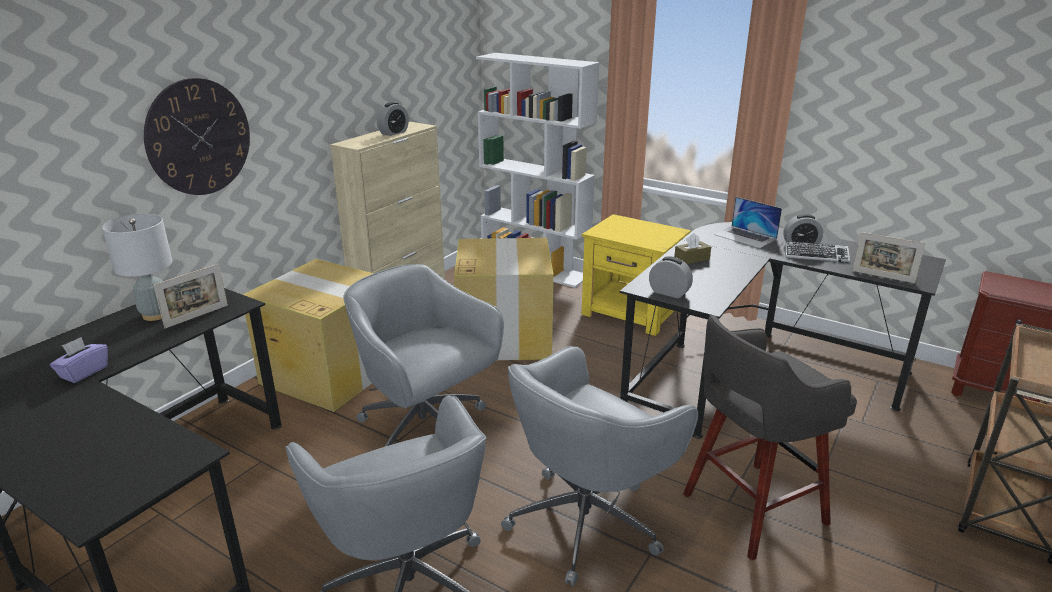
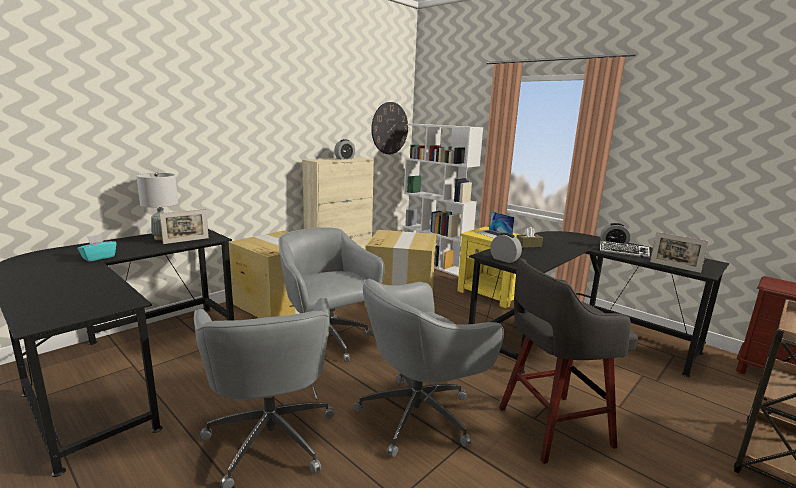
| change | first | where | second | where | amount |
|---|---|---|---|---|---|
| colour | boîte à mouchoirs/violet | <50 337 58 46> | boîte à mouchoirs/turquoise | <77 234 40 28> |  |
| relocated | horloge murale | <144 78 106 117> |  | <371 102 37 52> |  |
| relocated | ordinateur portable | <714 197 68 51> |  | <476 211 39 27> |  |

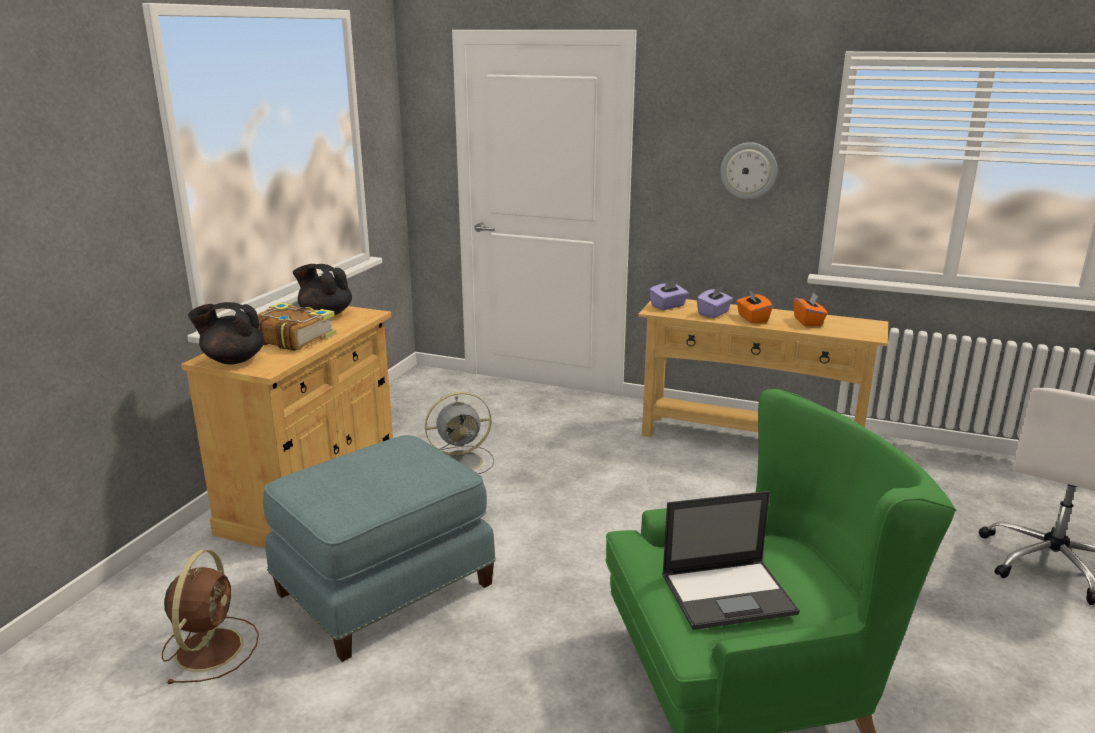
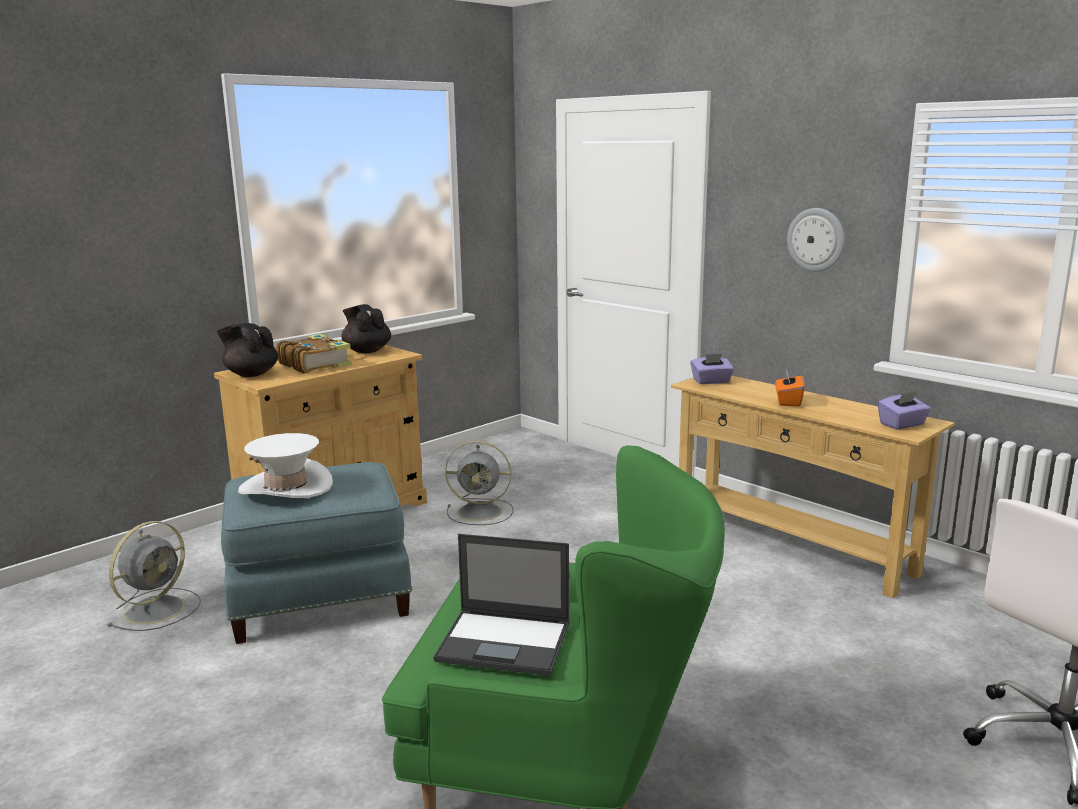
| change | first | where | second | where | amount |
|---|---|---|---|---|---|
| colour | ventilateur/marron | <162 550 97 134> | ventilateur/gris | <107 521 94 110> |  |
| relocated | boîte à mouchoirs/violet | <697 286 36 32> |  | <878 391 53 39> |  |
| missing | boîte à mouchoirs/orange | <793 292 34 34> |  |  |  |
| appeared |  |  | chapeau/blanc | <238 433 95 65> |  |

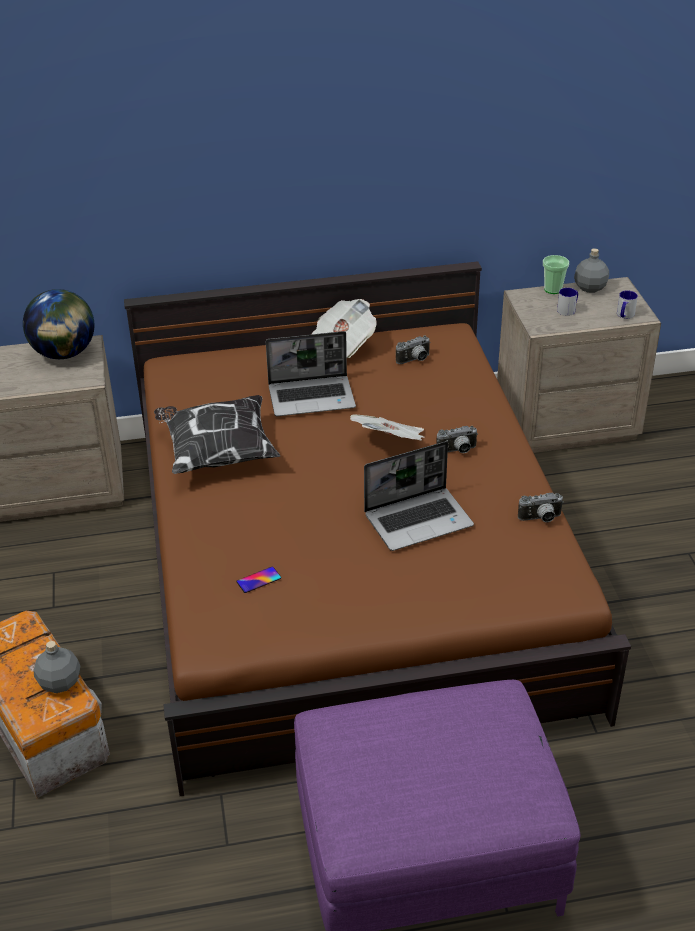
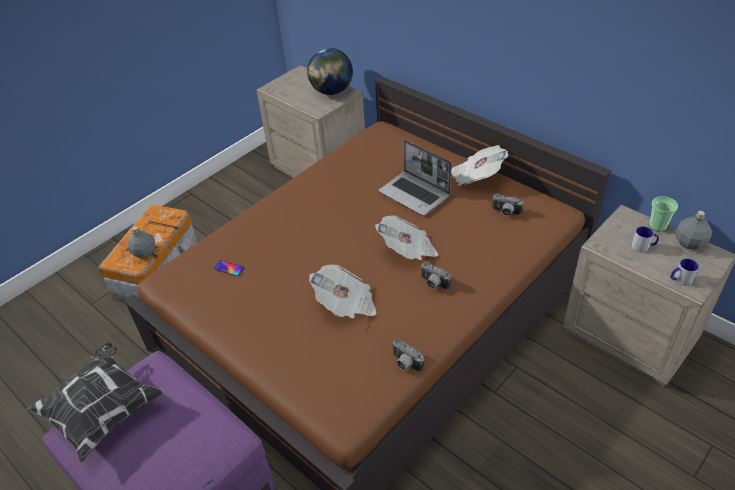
| change | first | where | second | where | amount |
|---|---|---|---|---|---|
| relocated | coussin | <154 395 126 79> |  | <27 343 136 120> |  |
| exchanged | ordinateur portable | <364 441 110 110> | journal | <309 264 67 54> |  |

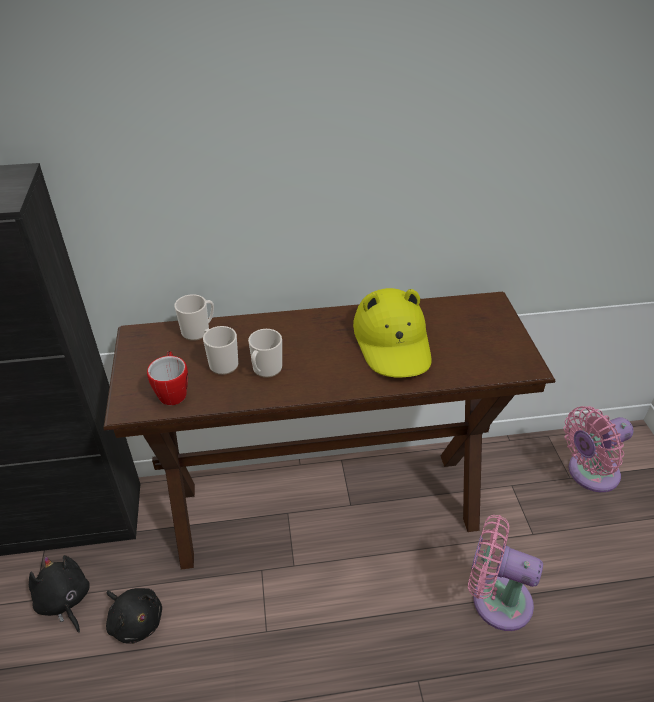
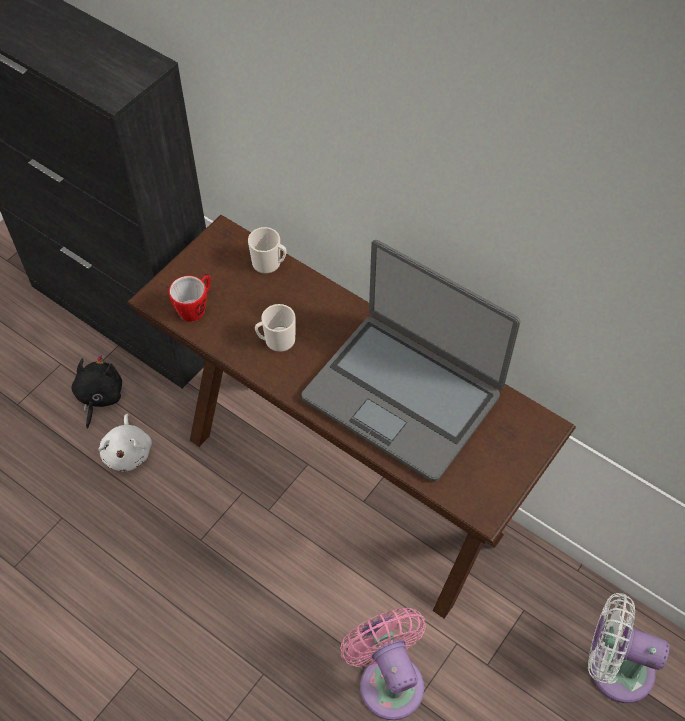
| change | first | where | second | where | amount |
|---|---|---|---|---|---|
| colour | peluche/noir | <106 588 56 56> | peluche/blanc | <98 414 54 58> |  |
| missing | mug | <203 326 35 49> |  |  |  |
| exchanged | chapeau/jaune | <353 288 79 89> | ordinateur portable | <302 240 218 242> |  |
| colour | ventilateur/rose | <564 406 70 86> | ventilateur/blanc | <588 593 82 110> |  |

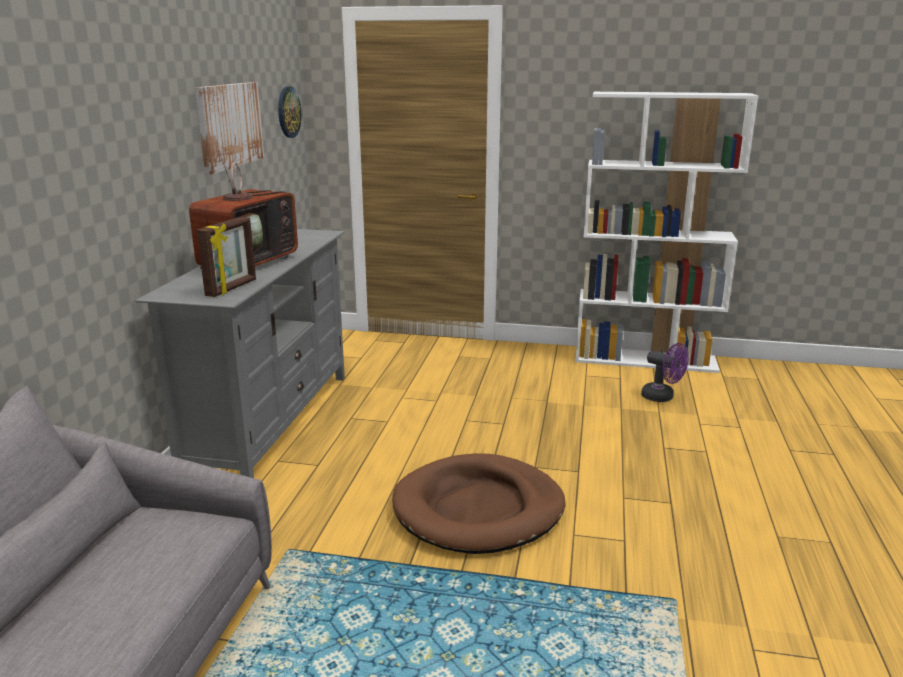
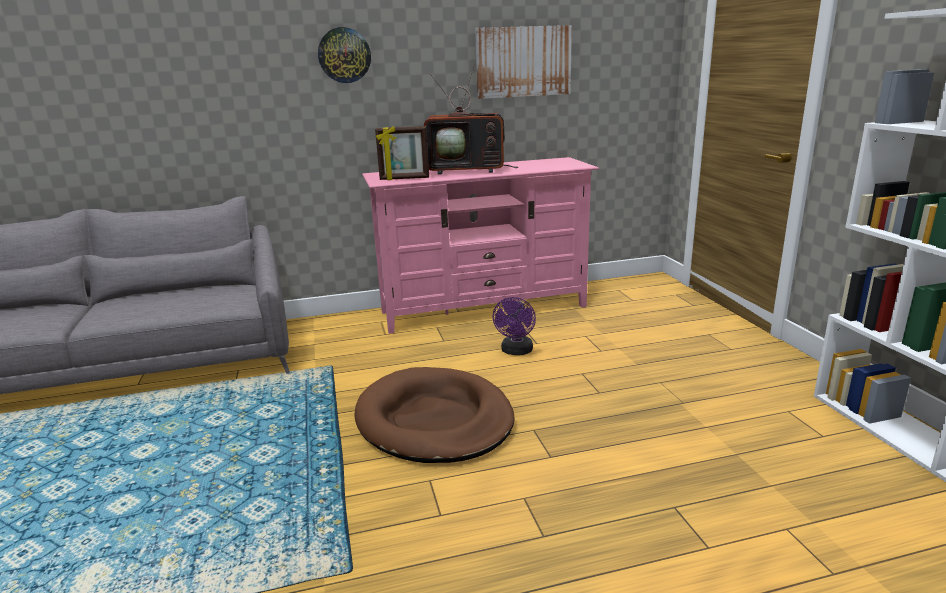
| change | first | where | second | where | amount |
|---|---|---|---|---|---|
| colour | meuble télé/gris | <135 229 210 249> | meuble télé/rose | <362 157 237 177> |  |
| relocated | horloge murale | <278 86 23 52> |  | <318 27 53 56> |  |
| relocated | ventilateur/violet | <641 343 48 59> |  | <493 297 43 58> |  |

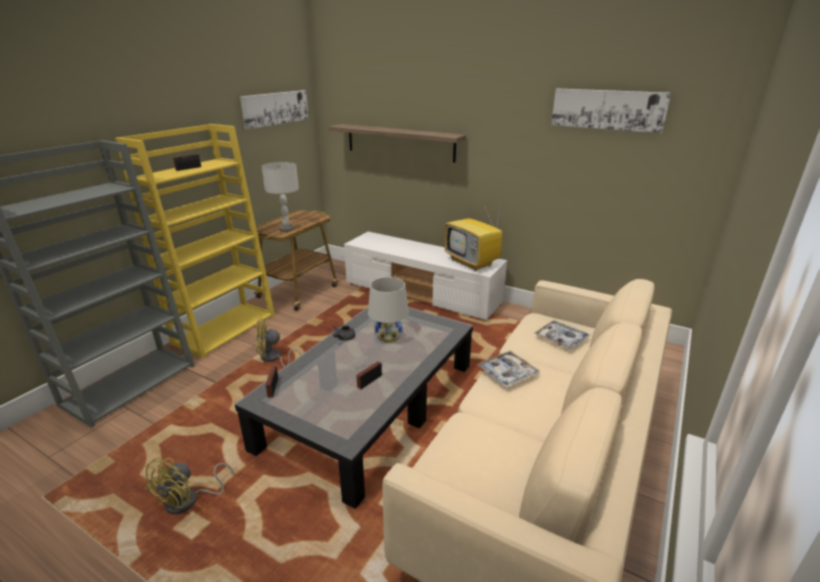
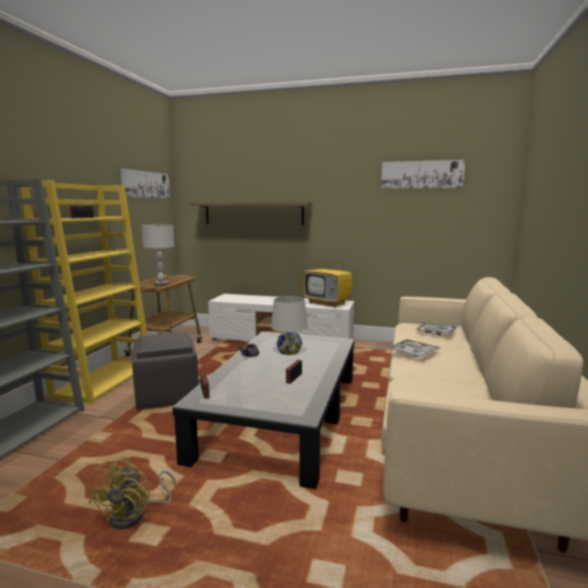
| change | first | where | second | where | amount |
|---|---|---|---|---|---|
| exchanged | ventilateur/jaune | <256 319 45 48> | pouf/gris | <132 332 67 78> |  |

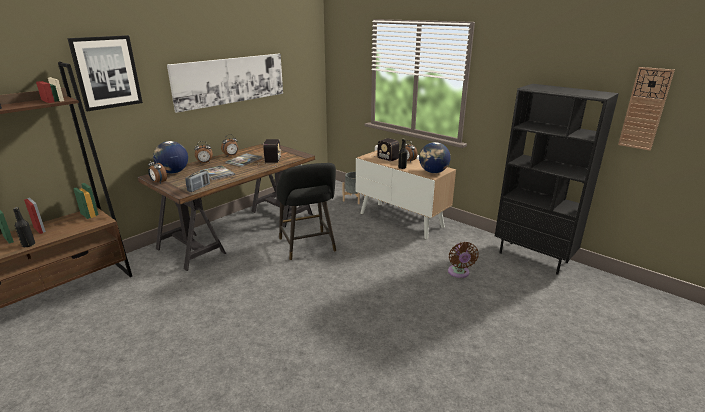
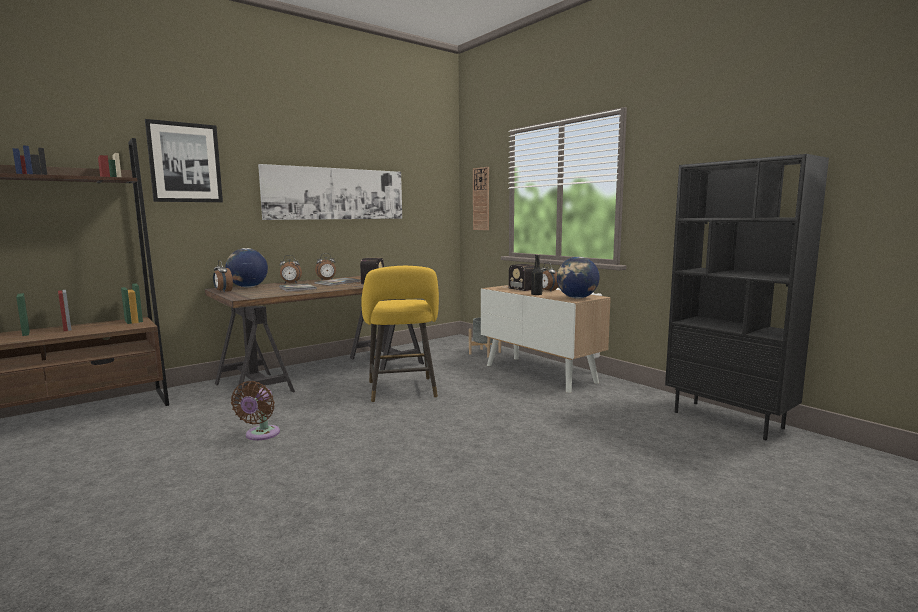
| change | first | where | second | where | amount |
|---|---|---|---|---|---|
| missing | bouteille/noir | <13 207 22 40> |  |  |  |
| missing | radio | <185 170 25 22> |  |  |  |
| colour | tabouret/noir | <277 163 59 97> | tabouret/jaune | <361 266 78 137> |  |
| relocated | ventilateur/marron | <448 242 31 36> |  | <231 381 49 60> |  |
| relocated | horloge murale | <618 67 57 84> |  | <473 167 16 63> |  |

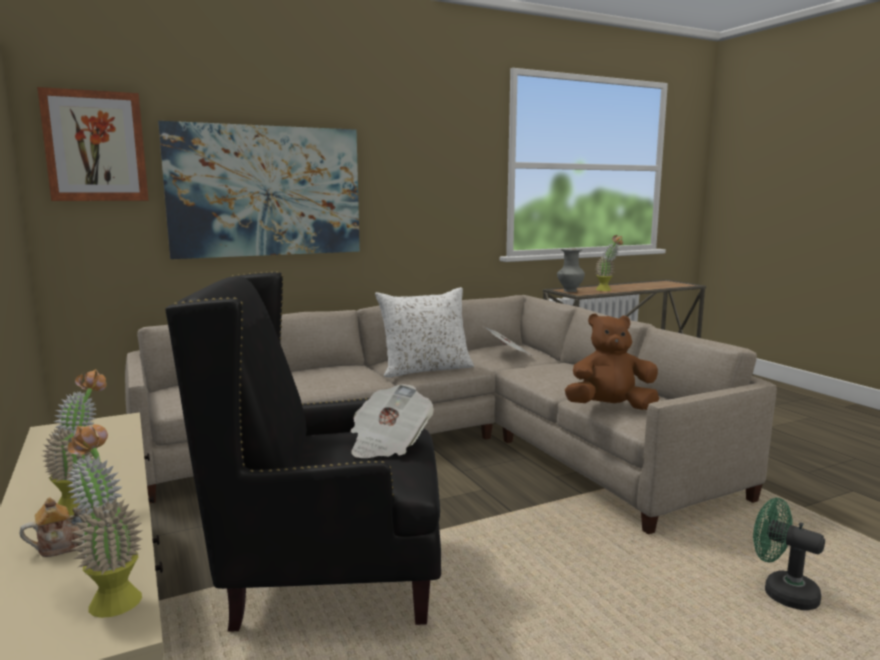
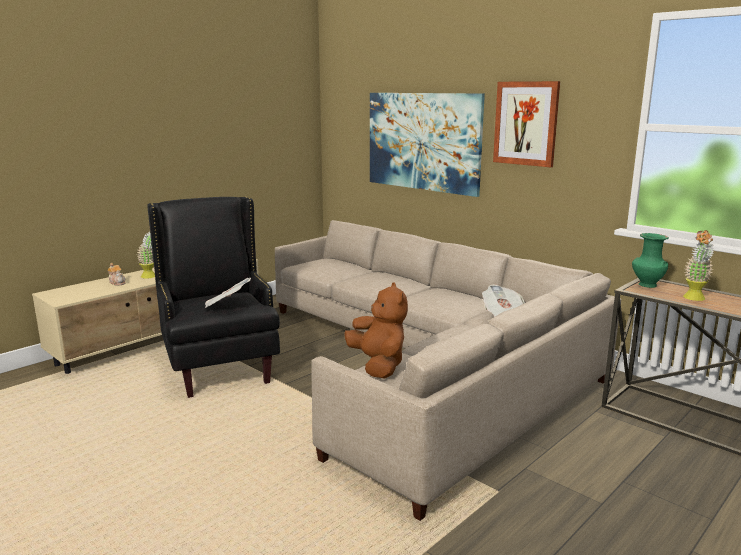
| change | first | where | second | where | amount |
|---|---|---|---|---|---|
| relocated | tableau | <37 87 112 114> |  | <493 81 67 86> |  |
| missing | plante en pot | <66 424 77 194> |  |  |  |
| missing | coussin/blanc | <375 287 99 90> |  |  |  |
| colour | vase/gris | <557 249 28 43> | vase/vert | <632 233 37 55> |  |
| missing | ventilateur/vert | <753 498 72 112> |  |  |  |

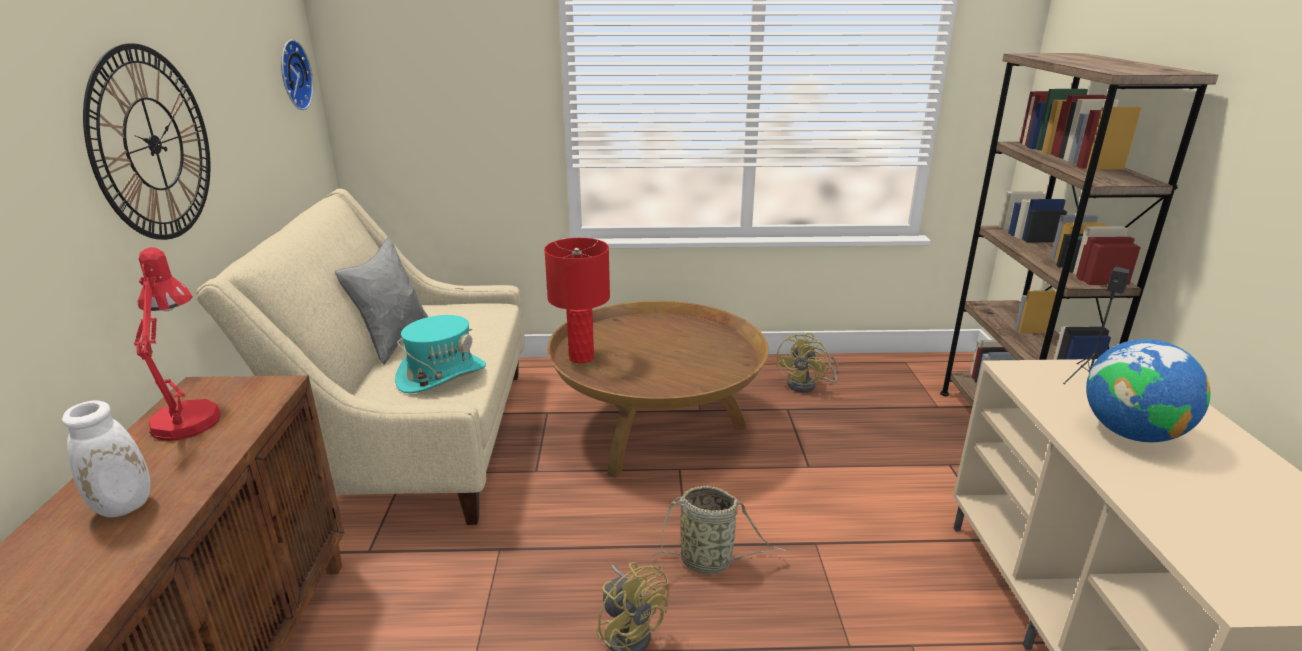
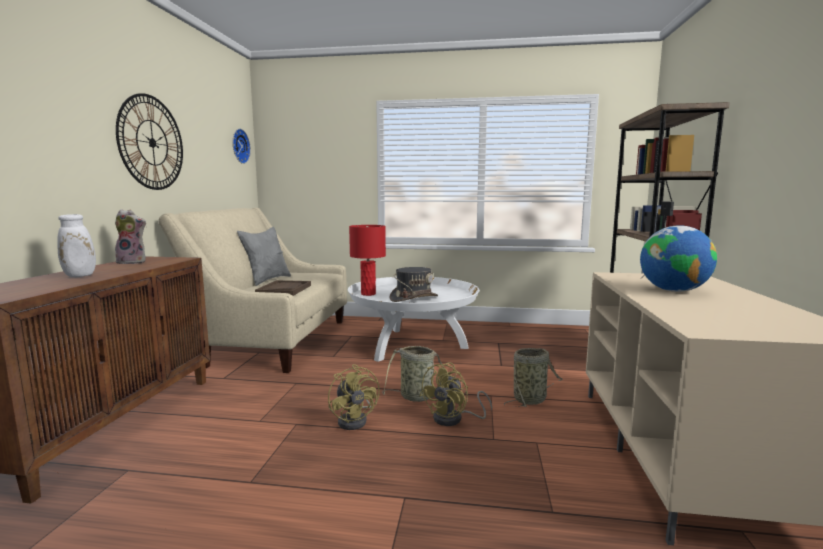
| change | first | where | second | where | amount |
|---|---|---|---|---|---|
| exchanged | lampe de table/rouge | <134 247 87 194> | peluche | <114 209 32 55> |  |
| exchanged | chapeau/turquoise | <395 315 91 78> | plateau/marron | <255 280 56 16> |  |
| colour | table basse/marron | <547 301 222 177> | table basse/blanc | <348 277 131 85> |  |
| relocated | ventilateur/jaune | <776 333 63 60> |  | <419 363 73 63> |  |
| appeared |  |  | chapeau/gris | <389 267 49 35> |  |
| appeared |  |  | panier | <504 348 59 59> |  |

